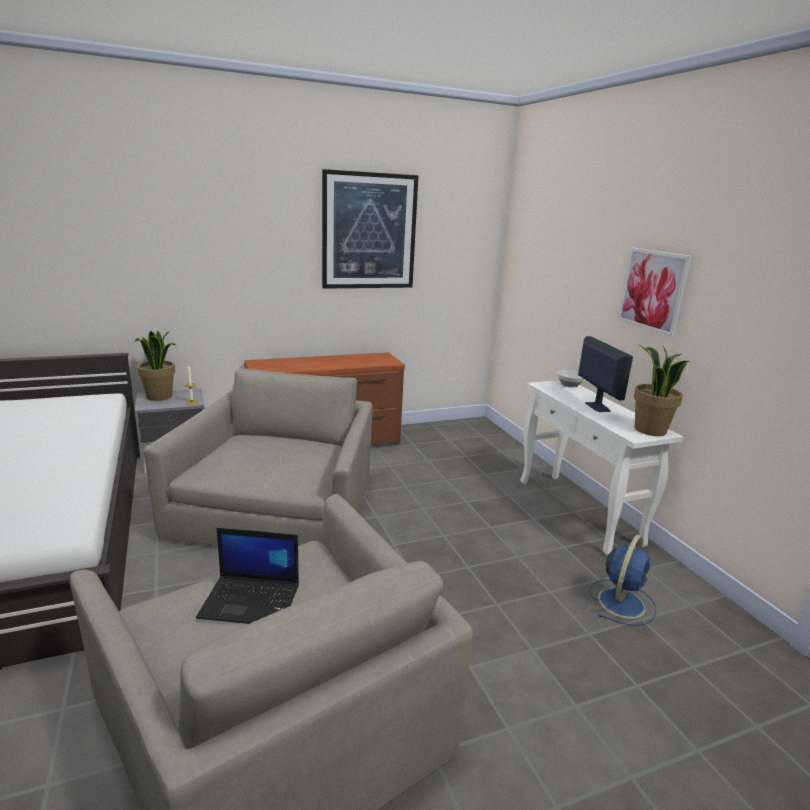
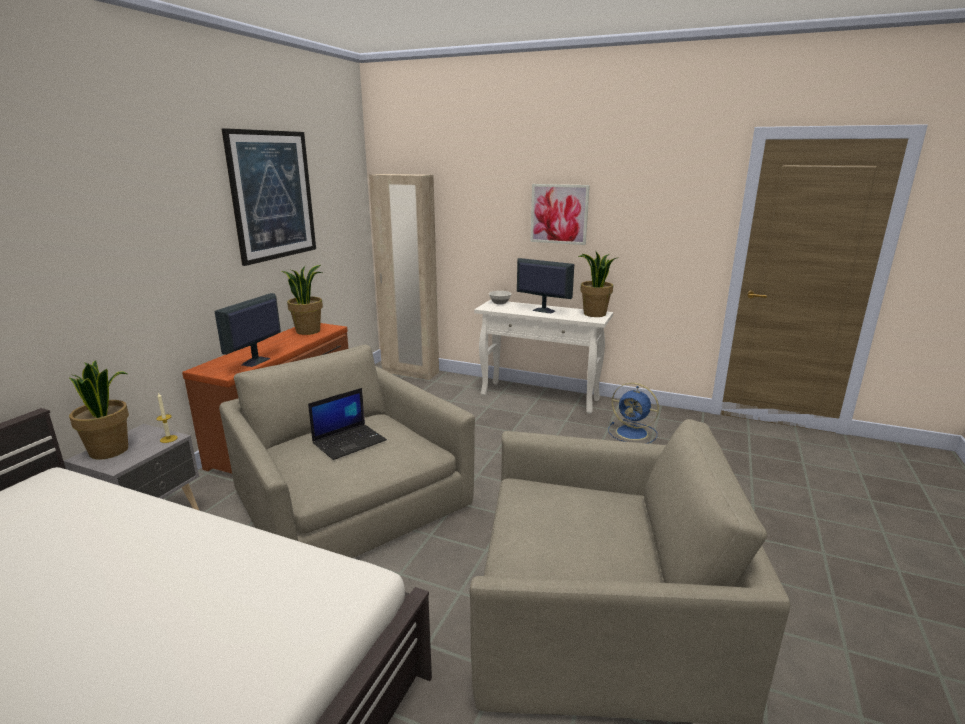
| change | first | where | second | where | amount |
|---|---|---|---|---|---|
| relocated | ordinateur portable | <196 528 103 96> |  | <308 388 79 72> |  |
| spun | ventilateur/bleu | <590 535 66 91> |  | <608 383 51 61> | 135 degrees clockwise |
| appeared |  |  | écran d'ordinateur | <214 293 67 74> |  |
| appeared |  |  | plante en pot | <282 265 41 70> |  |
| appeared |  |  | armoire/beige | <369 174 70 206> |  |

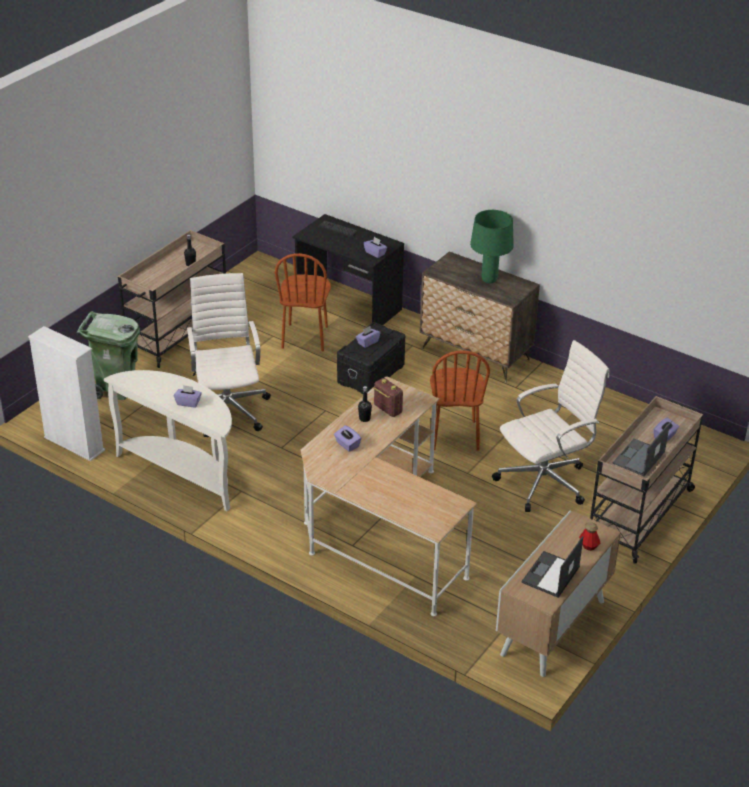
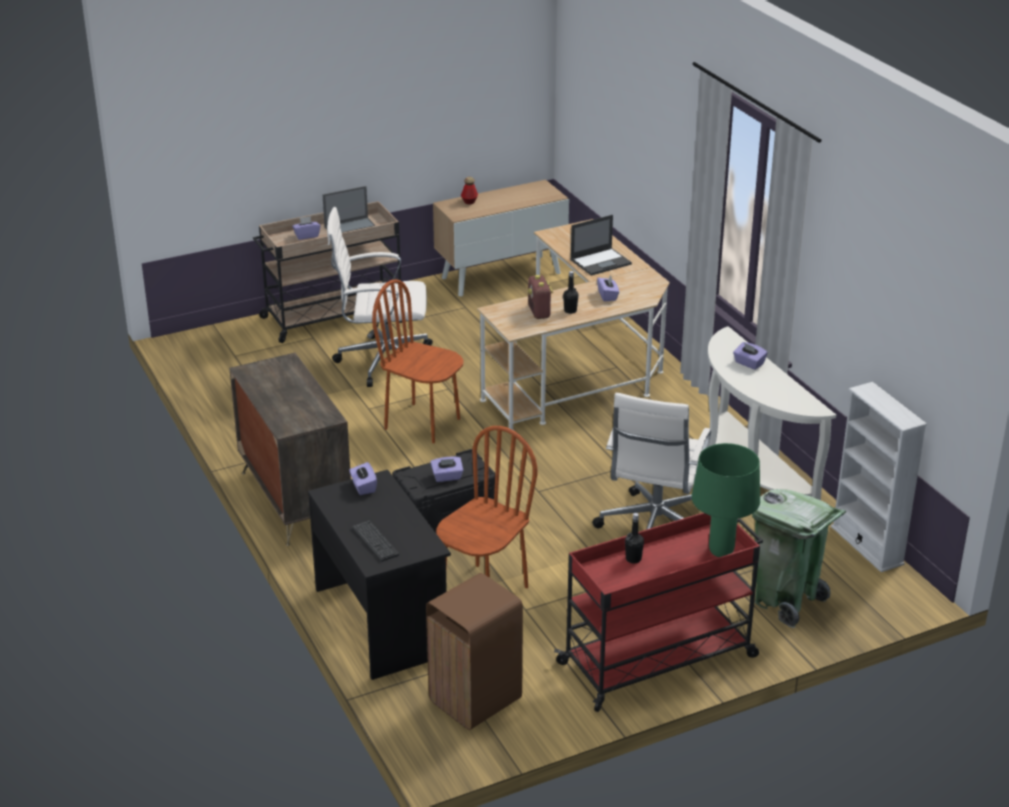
| change | first | where | second | where | amount |
|---|---|---|---|---|---|
| colour | chariot/beige | <118 230 108 138> | chariot/rouge | <554 513 209 199> |  |
| spun | chaise/marron | <430 350 60 101> |  | <372 279 91 164> | 90 degrees counterclockwise |
| relocated | lampe de table/vert | <470 210 44 74> |  | <692 443 68 114> |  |
| relocated | ordinateur portable | <521 536 62 62> |  | <570 215 62 61> |  |
| appeared |  |  | poubelle/marron | <426 573 97 157> |  |

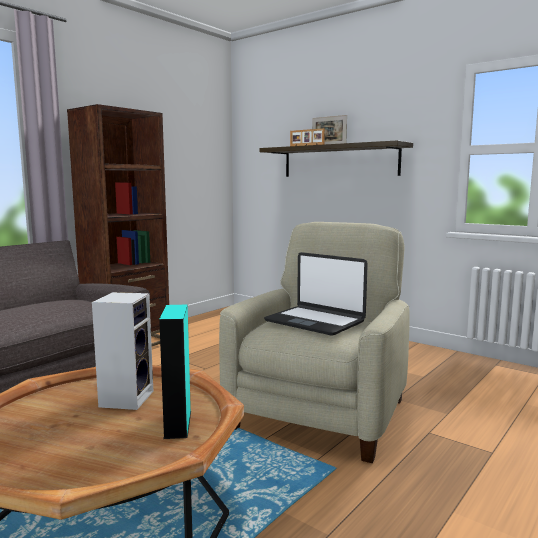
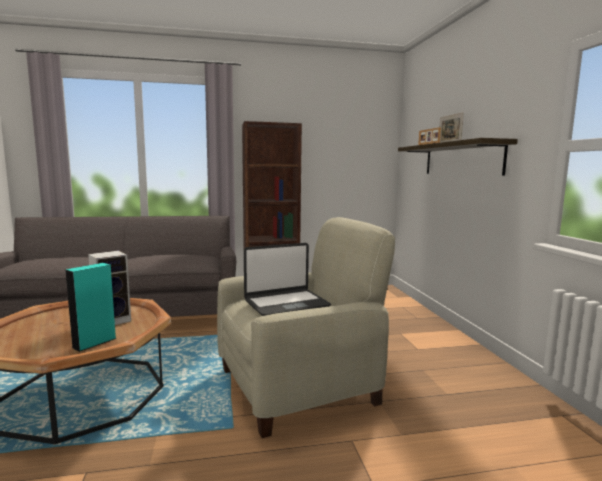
| change | first | where | second | where | amount |
|---|---|---|---|---|---|
| spun | ordinateur portable | <264 252 104 84> |  | <244 243 87 73> | 105 degrees counterclockwise |

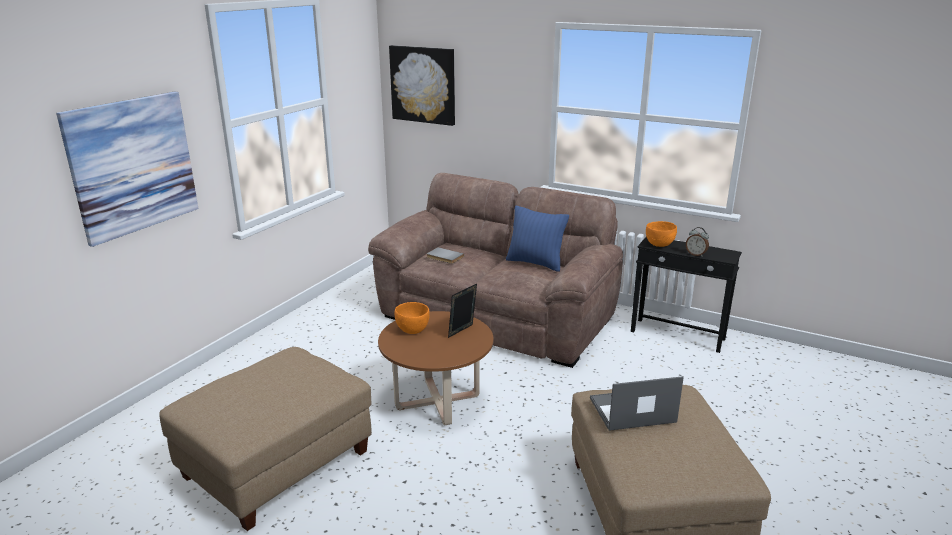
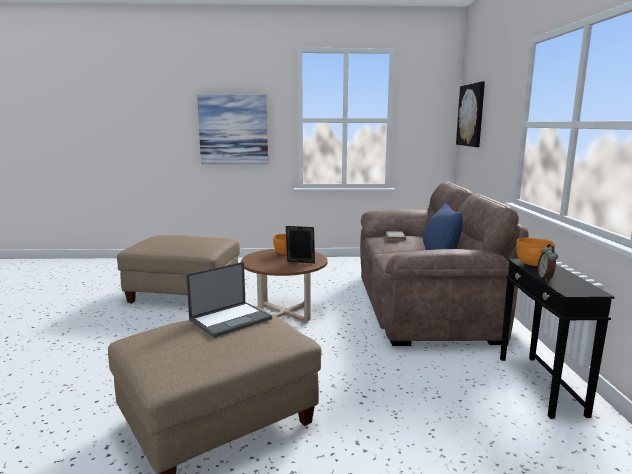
| change | first | where | second | where | amount |
|---|---|---|---|---|---|
| spun | ordinateur portable | <590 376 94 55> |  | <186 262 86 76> | 90 degrees clockwise |

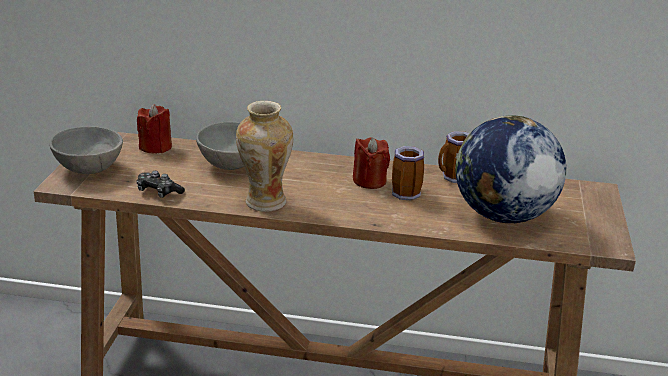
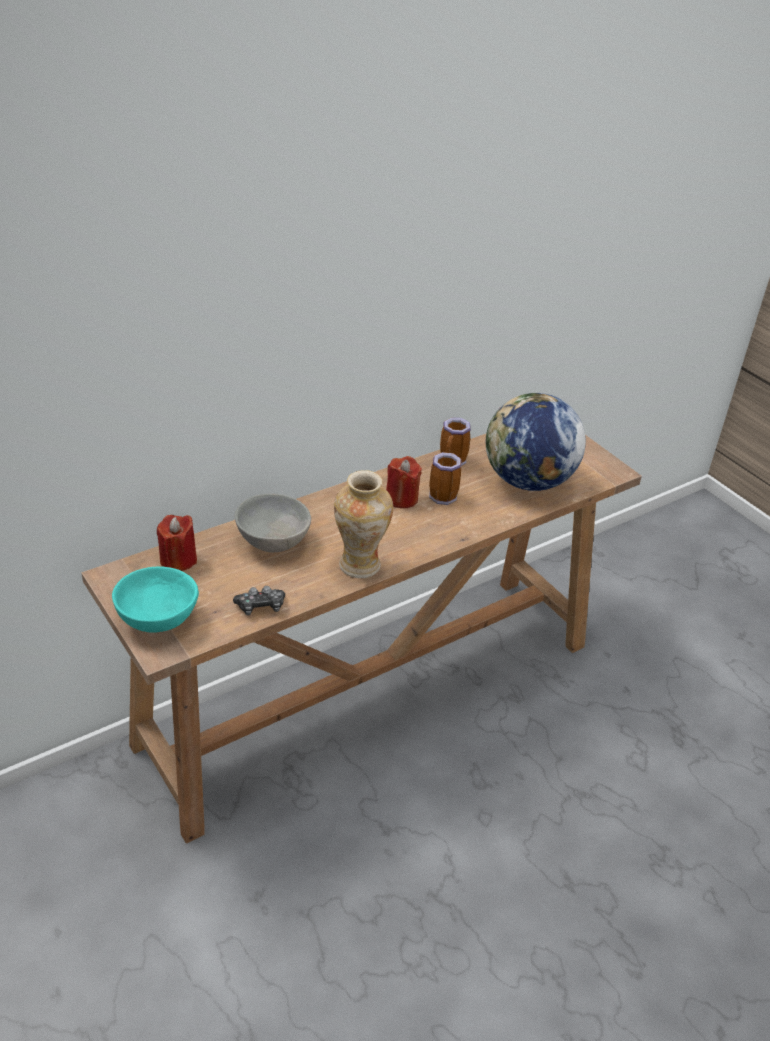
| change | first | where | second | where | amount |
|---|---|---|---|---|---|
| colour | bol/gris | <49 126 74 48> | bol/turquoise | <112 567 87 66> |  |

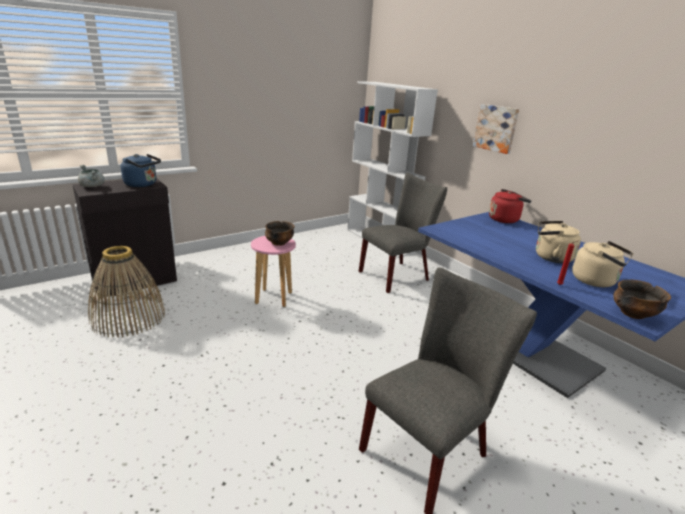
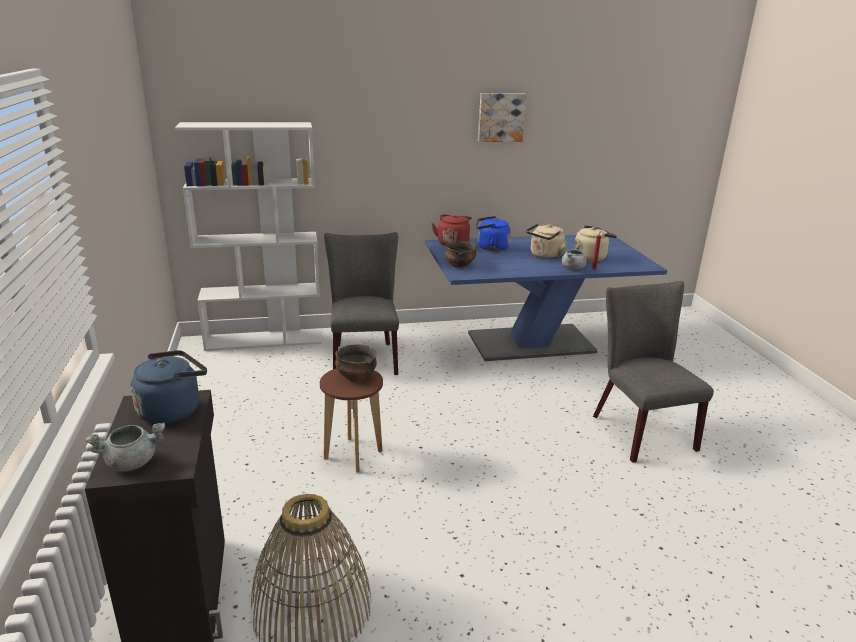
| change | first | where | second | where | amount |
|---|---|---|---|---|---|
| colour | tabouret/rose | <251 236 45 71> | tabouret/marron | <320 368 63 105> |  |
| relocated | tableau | <473 104 46 50> |  | <478 93 49 49> |  |
| relocated | bol | <613 279 58 40> |  | <444 241 33 27> |  |
| appeared |  |  | bouilloire/bleu | <476 216 35 35> |  |
| appeared |  |  | marmite/gris | <561 244 25 26> |  |

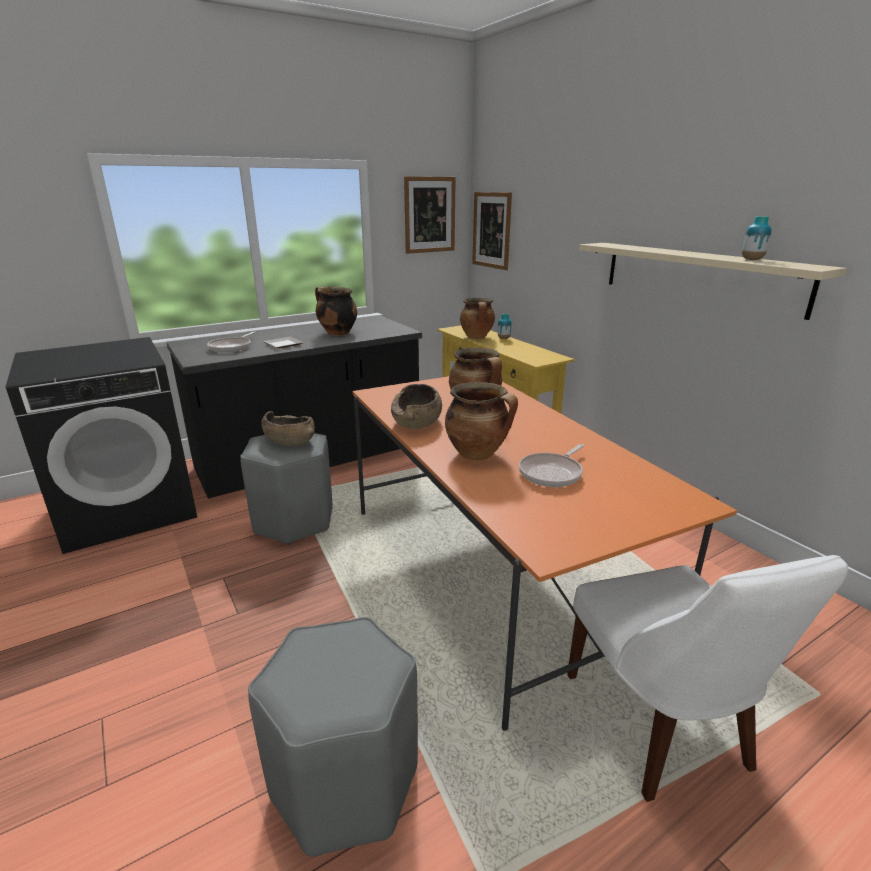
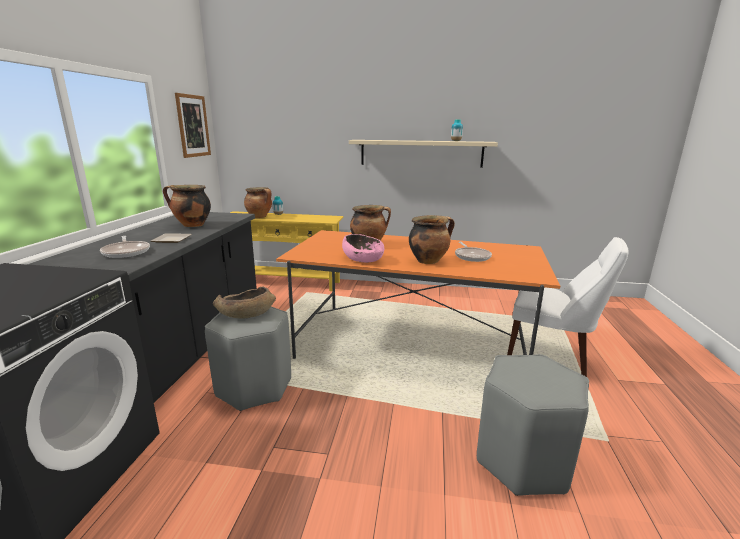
| change | first | where | second | where | amount |
|---|---|---|---|---|---|
| colour | bol/marron | <391 384 51 45> | bol/rose | <342 234 42 29> |  |
| missing | tableau | <472 192 40 78> |  |  |  |

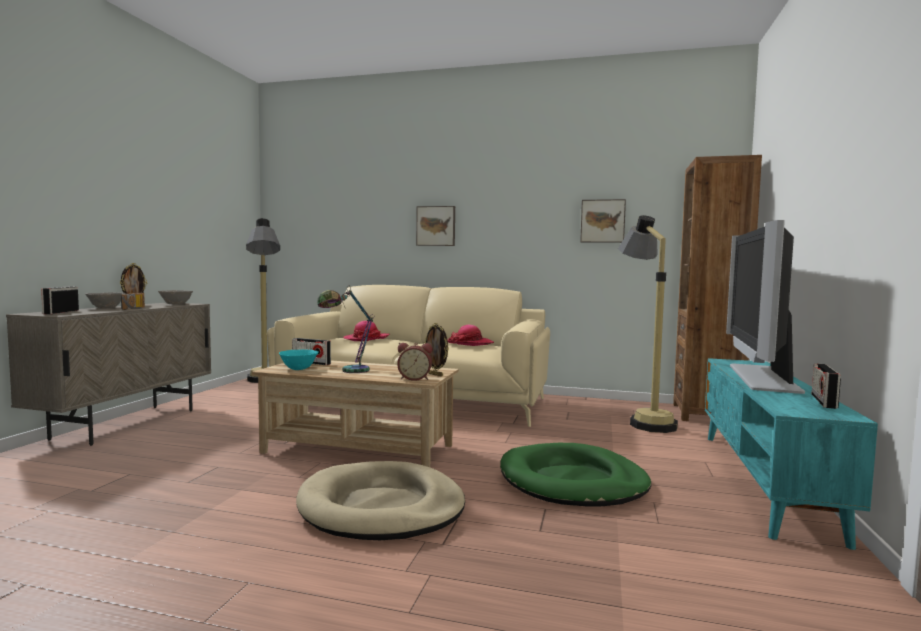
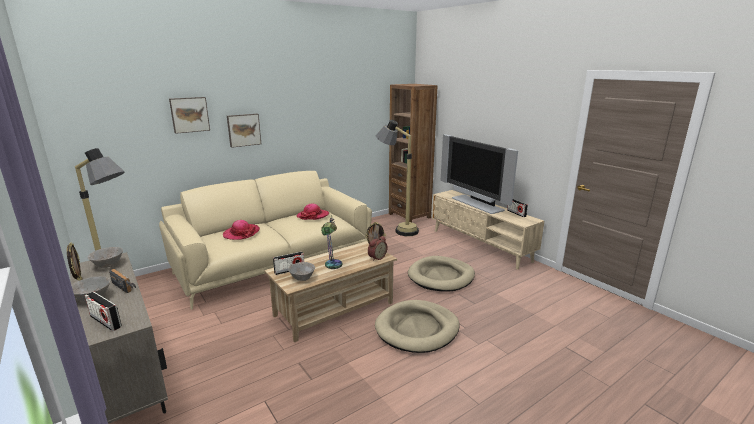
| change | first | where | second | where | amount |
|---|---|---|---|---|---|
| colour | bol/turquoise | <279 349 40 21> | bol/gris | <288 262 27 19> |  |
| colour | panier pour chien/vert | <500 443 151 64> | panier pour chien/beige | <408 256 67 36> |  |
| relocated | tableau | <580 199 46 44> |  | <169 97 41 37> |  |
| colour | meuble télé/turquoise | <705 358 173 192> | meuble télé/beige | <432 190 112 79> |  |

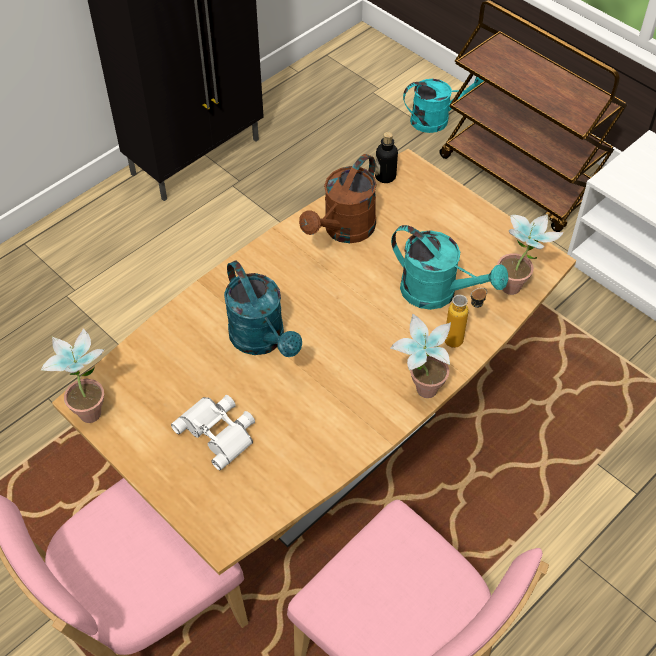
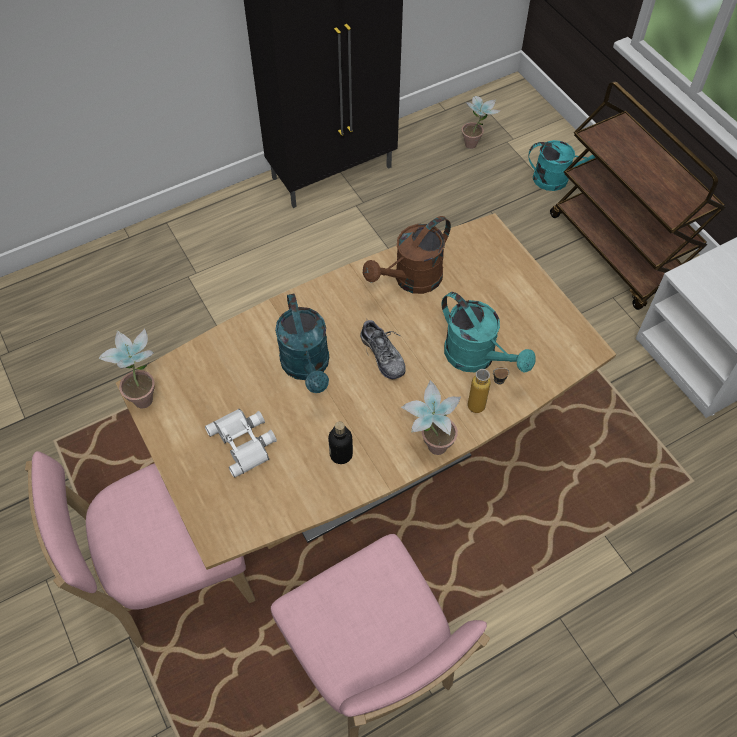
| change | first | where | second | where | amount |
|---|---|---|---|---|---|
| relocated | bouteille | <375 132 23 51> |  | <328 421 25 43> |  |
| relocated | plante en pot | <497 214 67 81> |  | <462 96 39 53> |  |
| appeared |  |  | chaussure | <360 317 46 62> |  |

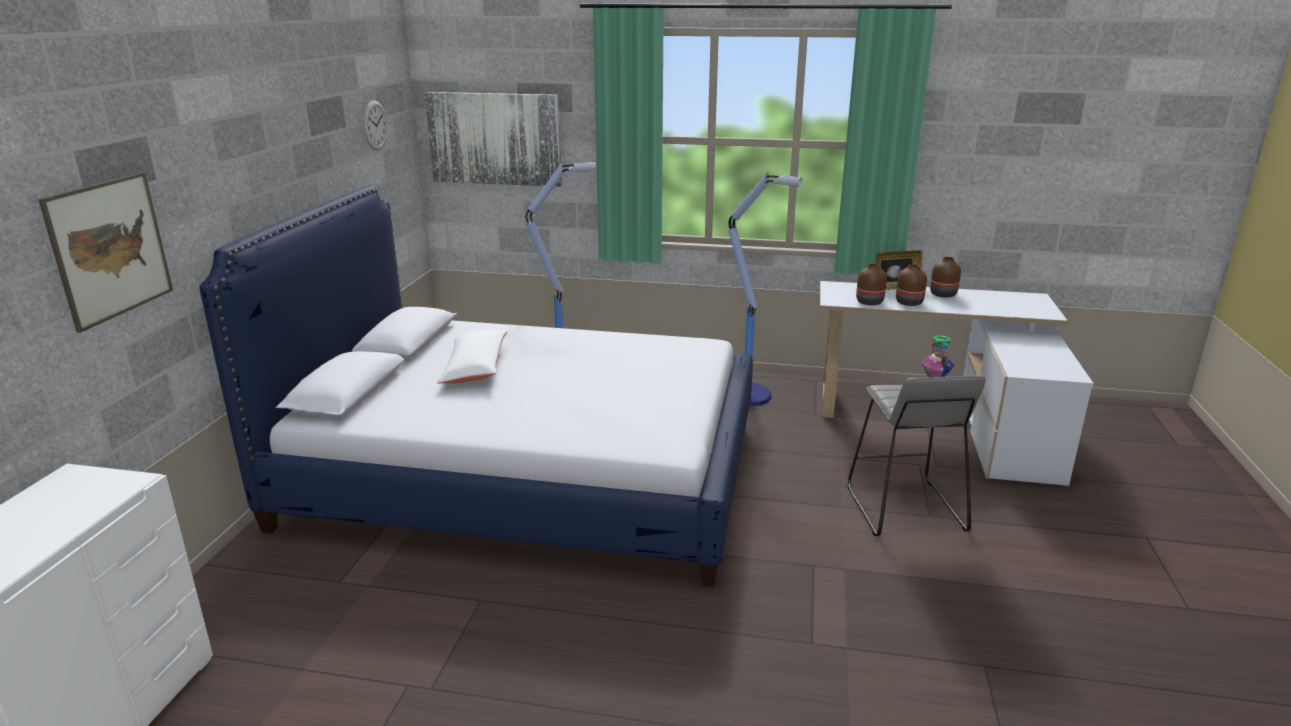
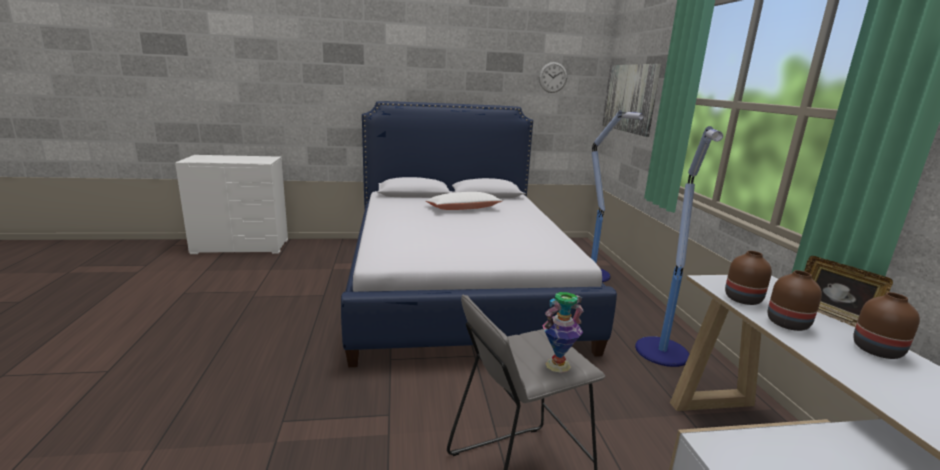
| change | first | where | second | where | amount |
|---|---|---|---|---|---|
| missing | tableau | <38 172 135 161> |  |  |  |

